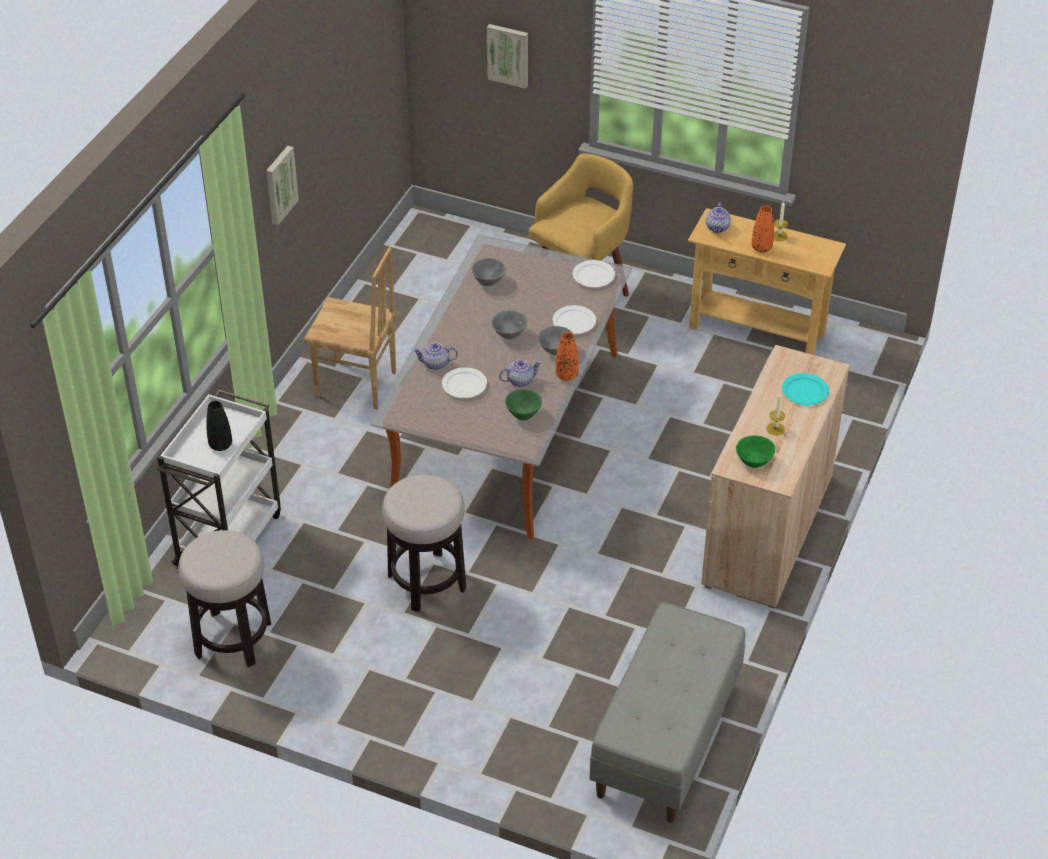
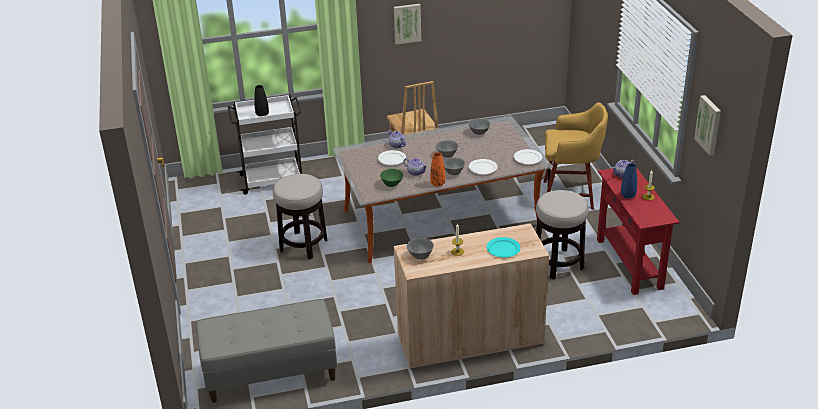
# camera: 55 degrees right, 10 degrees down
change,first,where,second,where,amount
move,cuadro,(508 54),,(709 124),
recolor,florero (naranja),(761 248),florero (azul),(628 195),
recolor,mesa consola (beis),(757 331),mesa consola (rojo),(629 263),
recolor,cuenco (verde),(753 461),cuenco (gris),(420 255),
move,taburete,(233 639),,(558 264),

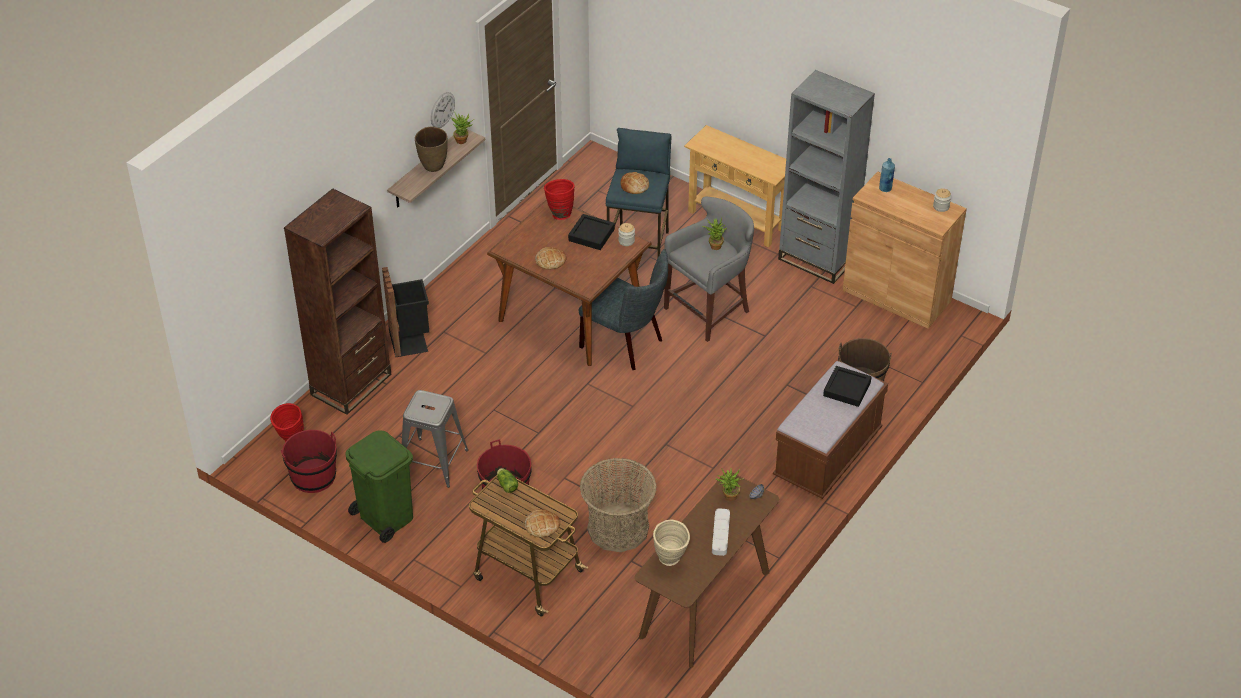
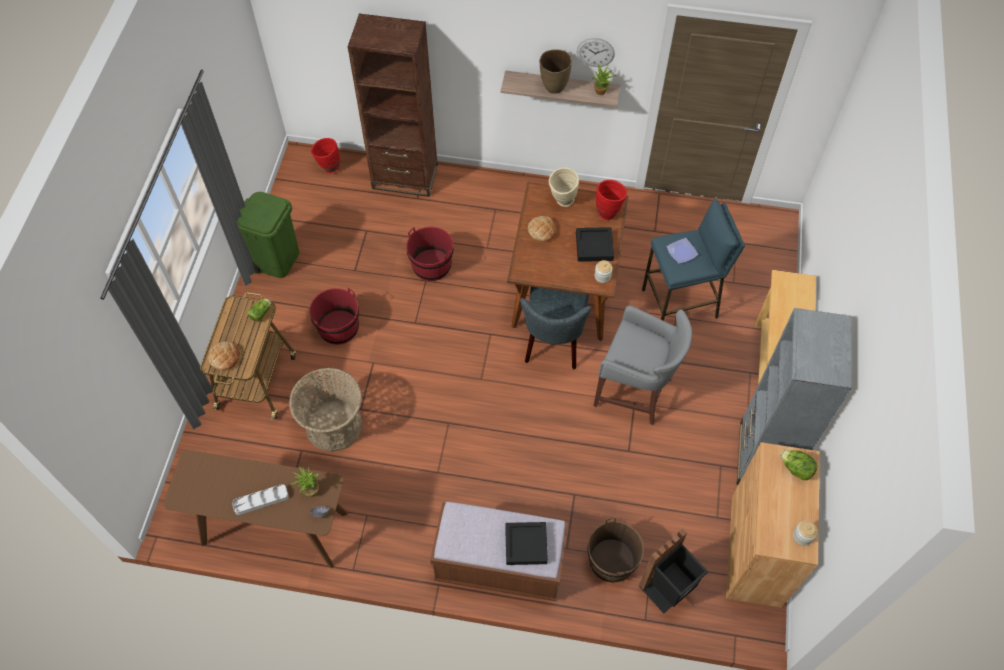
# camera: 65 degrees right, 15 degrees up
change,first,where,second,where,amount
replace,botella (azul),(885 188),lechuga,(795 469),
replace,pan,(634 186),plato,(681 252),
delete,planta en maceta,(714 245),,,
move,papelera (negro),(410 341),,(668 588),
delete,taburete (gris),(434 462),,,
move,cubo (rojo),(313 476),,(431 265),
move,florero (beis),(671 561),,(562 202),

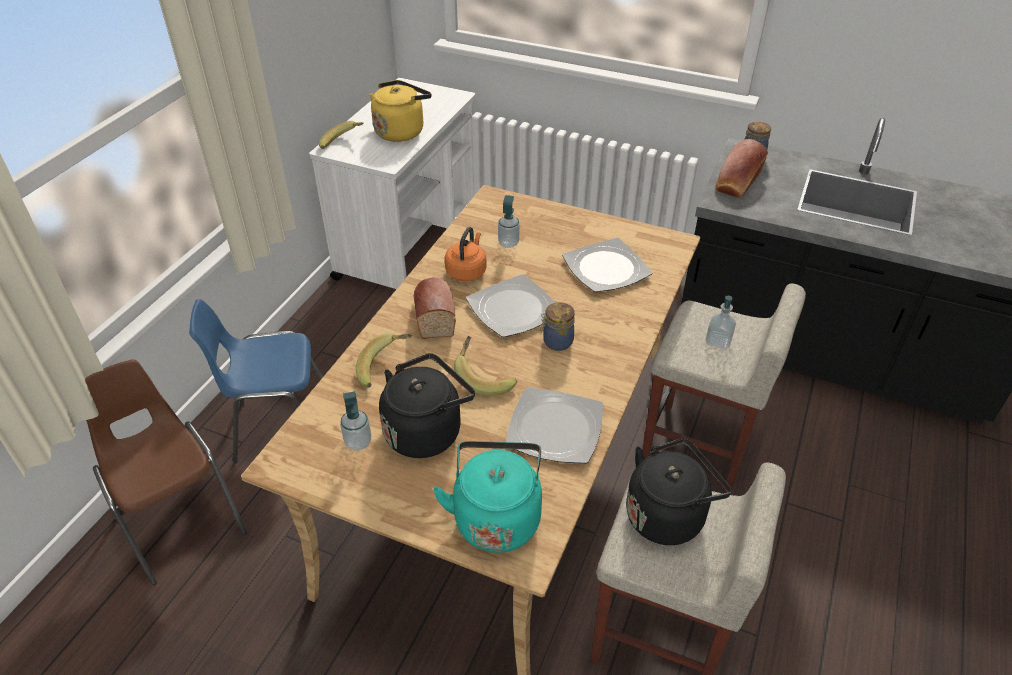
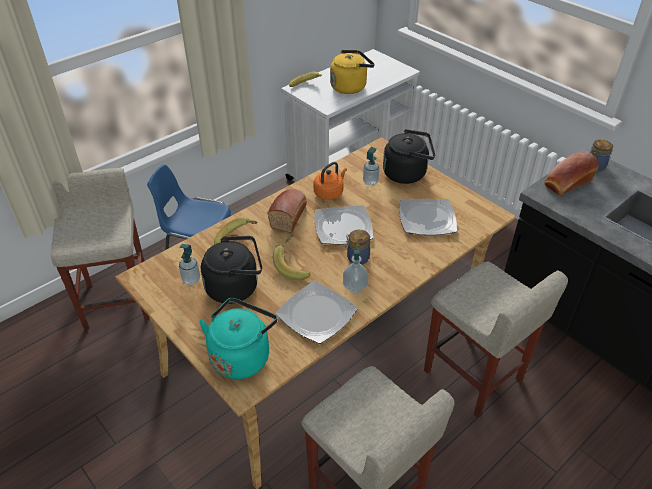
# camera: 25 degrees right, 0 degrees up
change,first,where,second,where,amount
move,dispensador de jabón,(718 341),,(355 286),
replace,silla (marrón),(180 520),taburete (beis),(117 300),
move,hervidor (negro),(668 514),,(407 173),

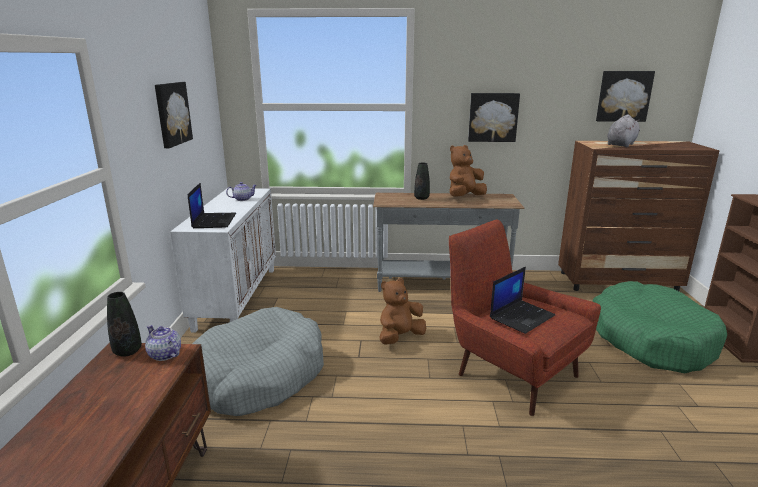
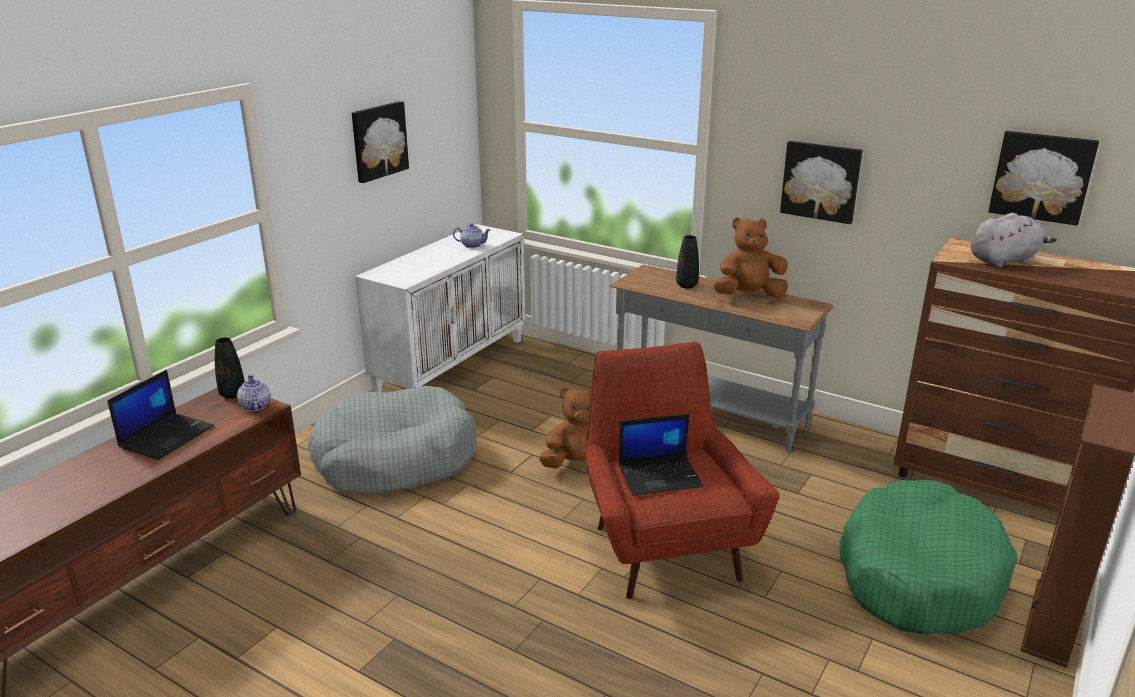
# camera: 30 degrees right, 5 degrees up
change,first,where,second,where,amount
move,portátil,(214 220),,(167 436),

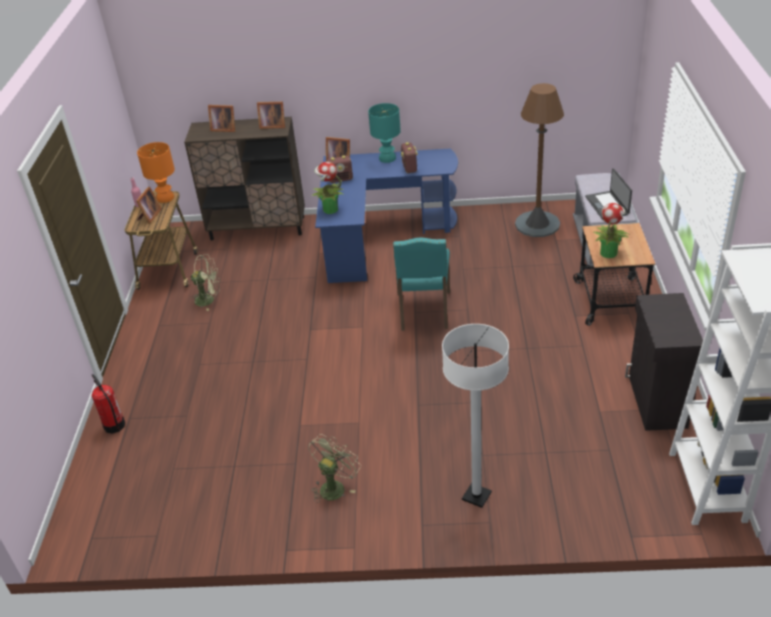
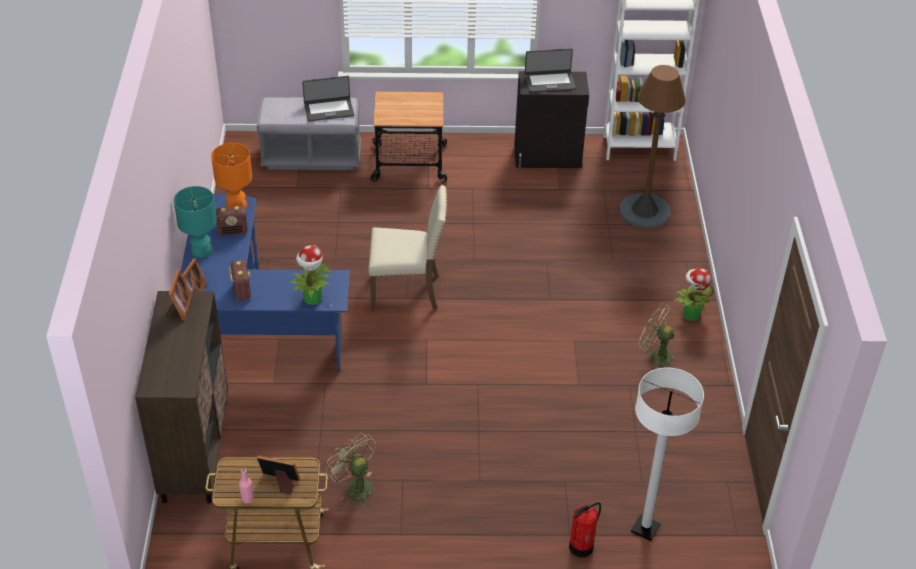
# camera: 95 degrees left, 5 degrees up
change,first,where,second,where,amount
move,lámpara de pie (marrón),(537 224),,(644 211),
delete,portarretratos,(223 128),,,
move,lámpara de mesa (naranja),(166 198),,(236 205),
move,planta en maceta,(608 252),,(690 314),
recolor,silla (turquesa),(424 311),silla (beis),(407 291),
rotate,ventilador (verde),(209 300),,(355 486),45 degrees counterclockwise
move,lámpara de pie (blanco),(476 496),,(645 528),
insert,,,portátil,(549 82),

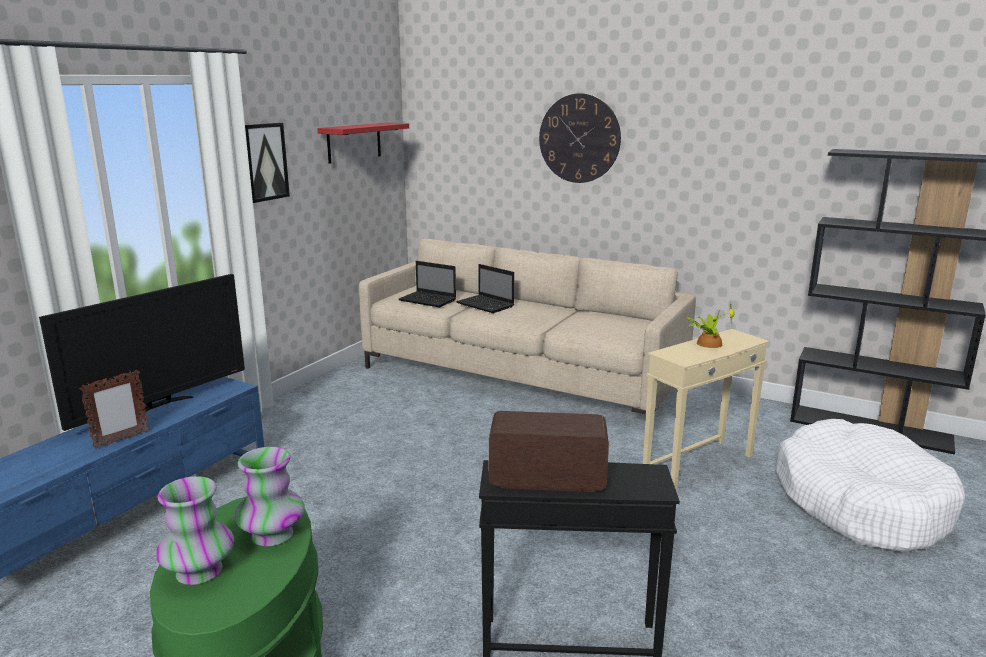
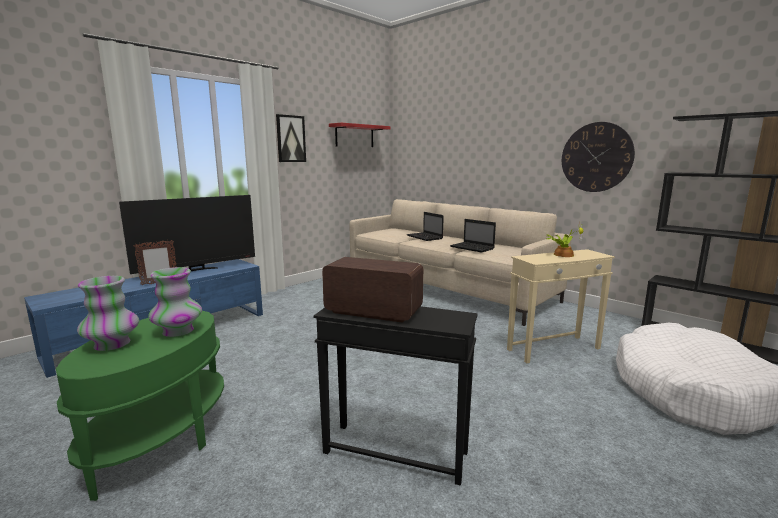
# camera: 15 degrees right, 5 degrees down
change,first,where,second,where,amount
move,reloj de pared,(579 138),,(596 157),
move,portátil,(428 300),,(473 248),

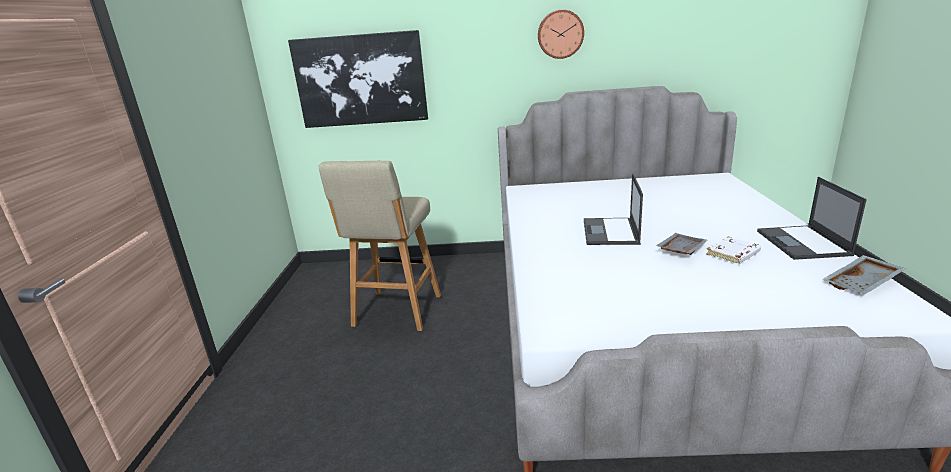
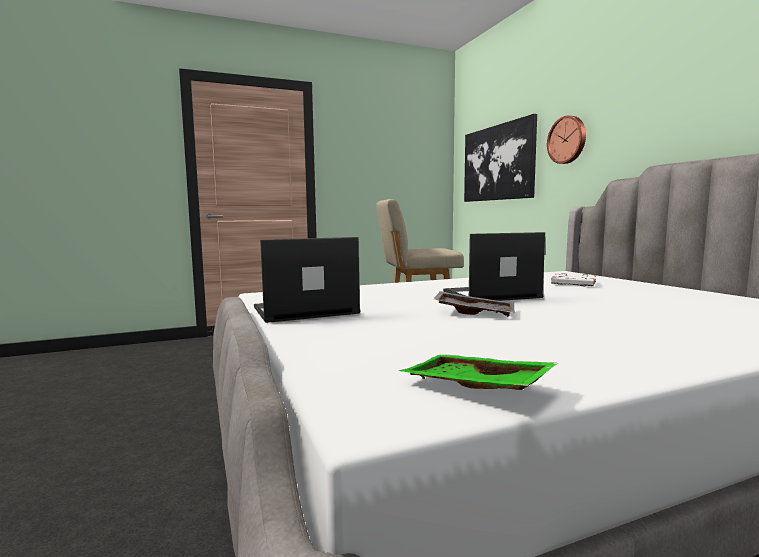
# camera: 65 degrees right, 15 degrees down
change,first,where,second,where,amount
move,reloj de pared,(560 34),,(567 140),
move,portátil,(803 243),,(304 311),
move,libro (blanco),(733 254),,(572 284),
recolor,bandeja (gris),(863 283),bandeja (verde),(474 388),

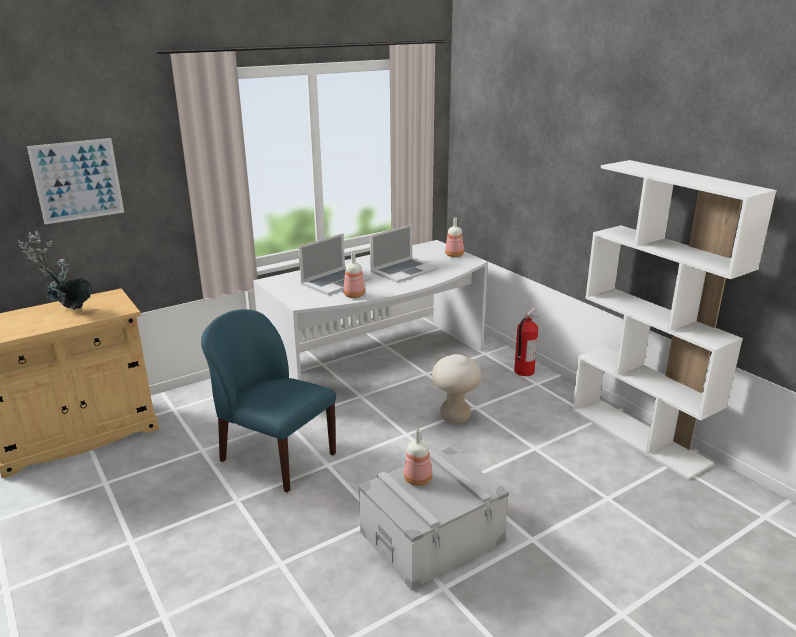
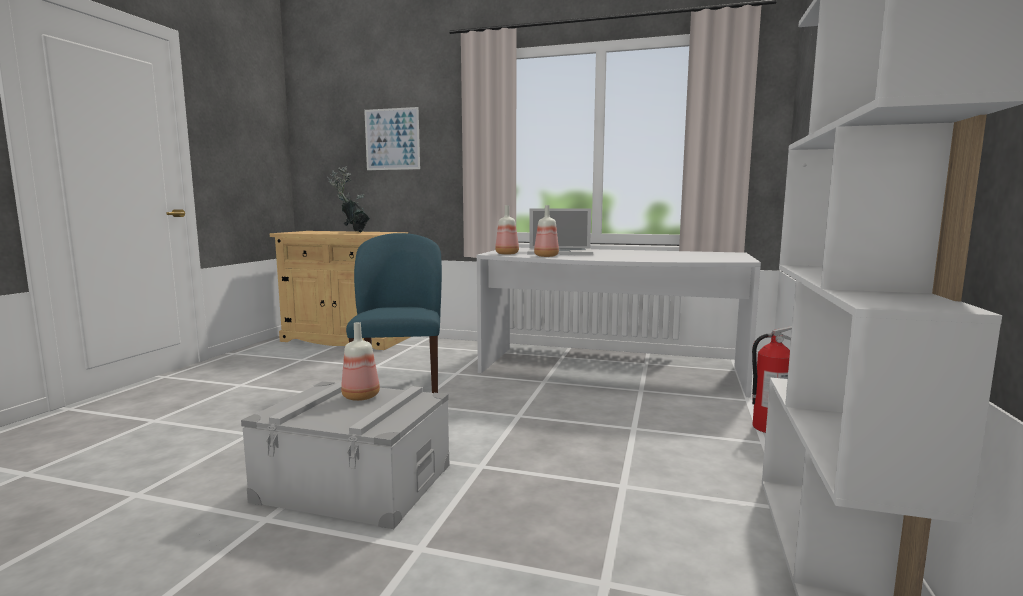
# camera: 50 degrees right, 15 degrees down
change,first,where,second,where,amount
move,botella,(454 255),,(507 254),
delete,portátil,(404 270),,,
delete,taburete (beis),(455 417),,,

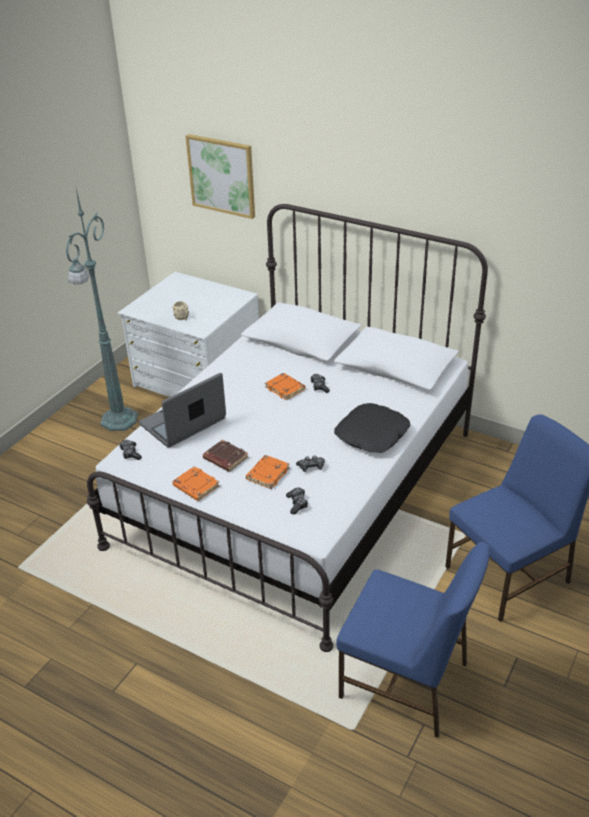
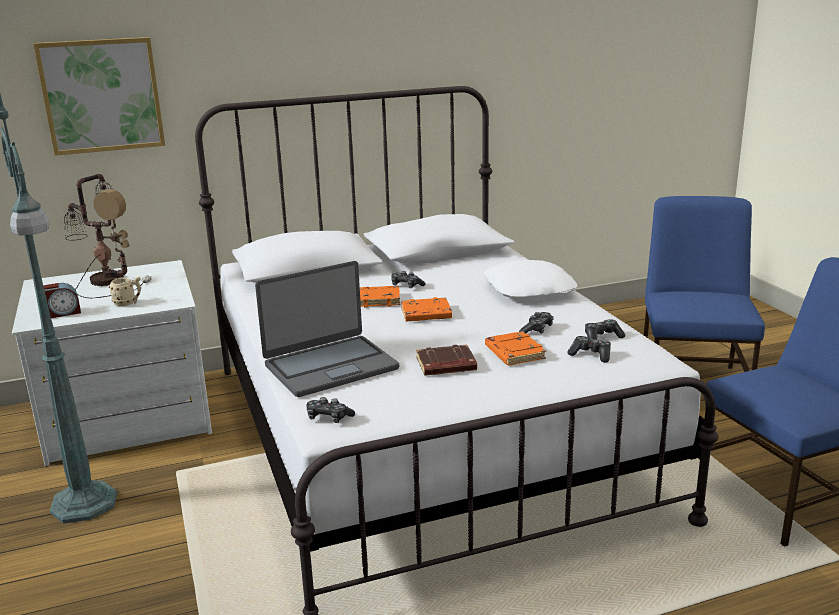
# camera: 50 degrees left, 15 degrees down
change,first,where,second,where,amount
rotate,portátil,(183 422),,(330 366),120 degrees counterclockwise
recolor,cojín (negro),(372 435),cojín (blanco),(530 290),
move,libro (naranja),(195 486),,(425 314),
insert,,,lámpara de mesa,(106 280),
insert,,,despertador,(62 313),
insert,,,mando de consola,(602 337),

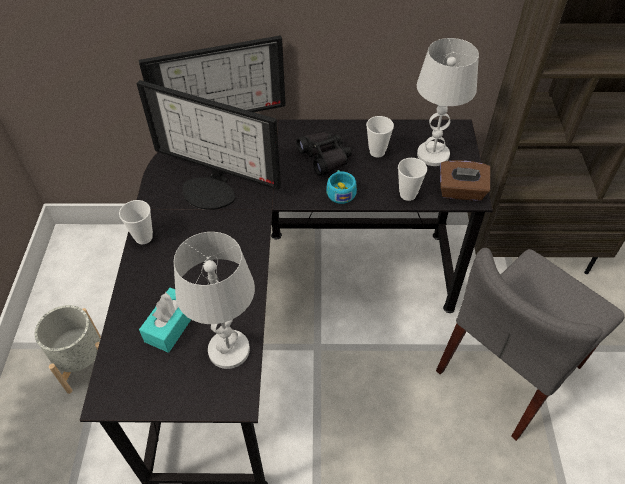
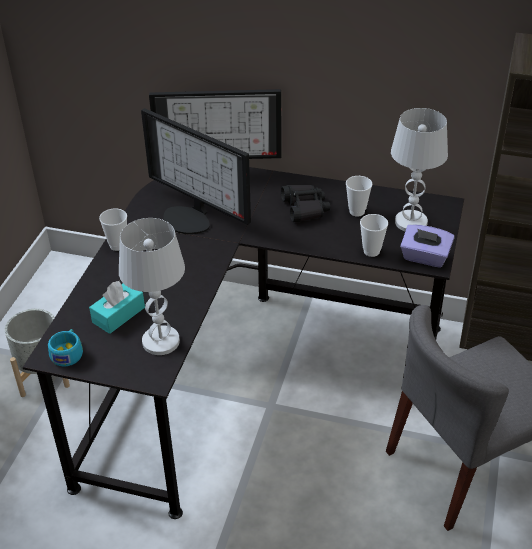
# camera: 15 degrees right, 10 degrees down
change,first,where,second,where,amount
recolor,caja de pañuelos (marrón),(461 192),caja de pañuelos (morado),(424 257),
move,taza (turquesa),(340 191),,(68 353),

